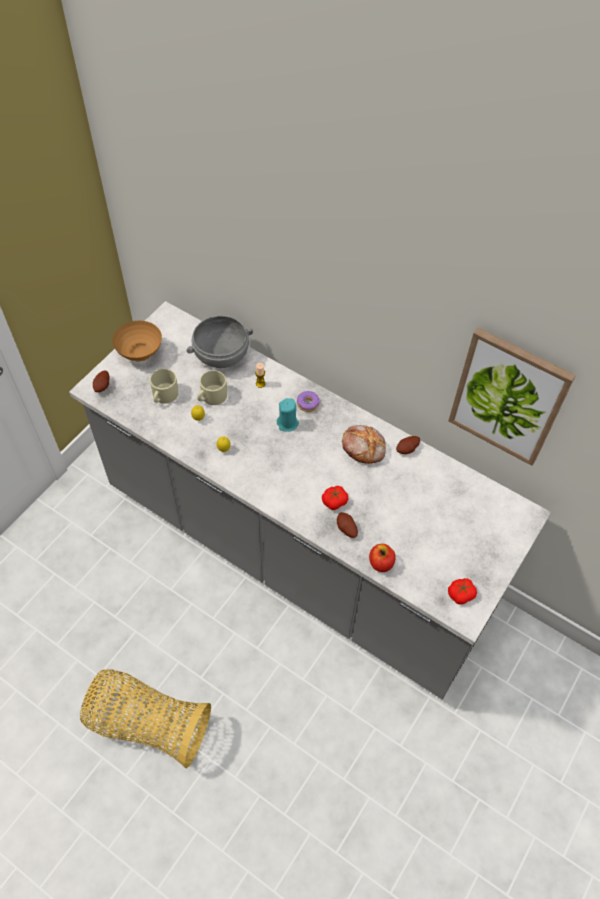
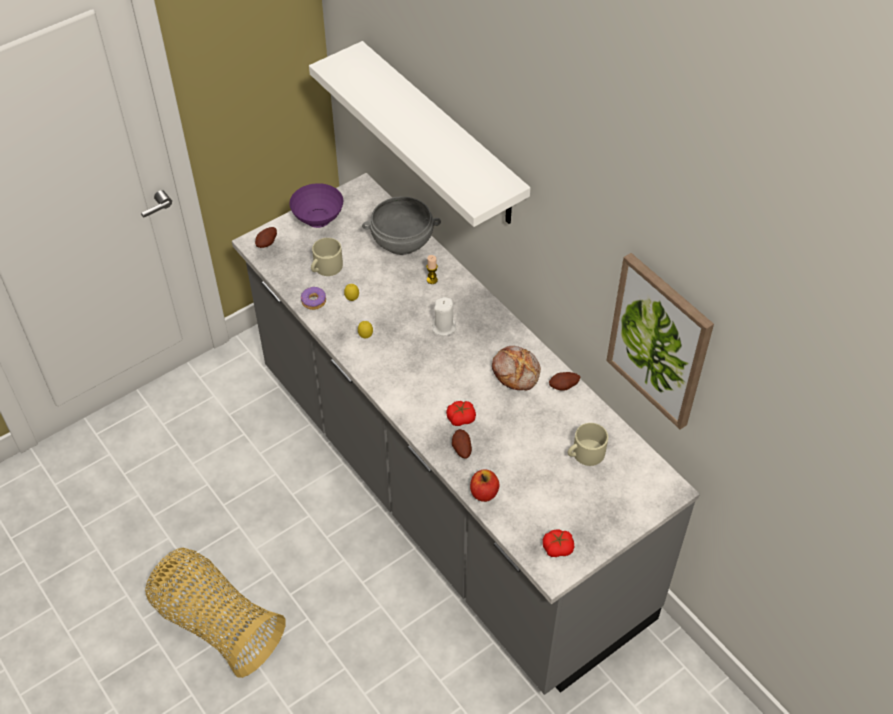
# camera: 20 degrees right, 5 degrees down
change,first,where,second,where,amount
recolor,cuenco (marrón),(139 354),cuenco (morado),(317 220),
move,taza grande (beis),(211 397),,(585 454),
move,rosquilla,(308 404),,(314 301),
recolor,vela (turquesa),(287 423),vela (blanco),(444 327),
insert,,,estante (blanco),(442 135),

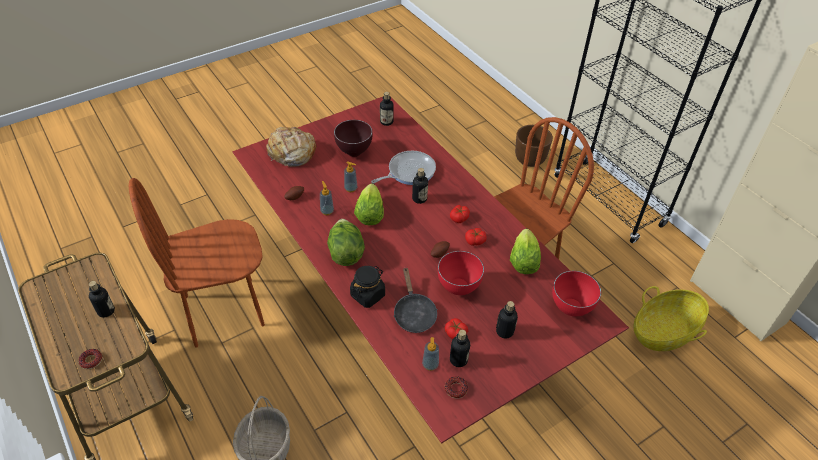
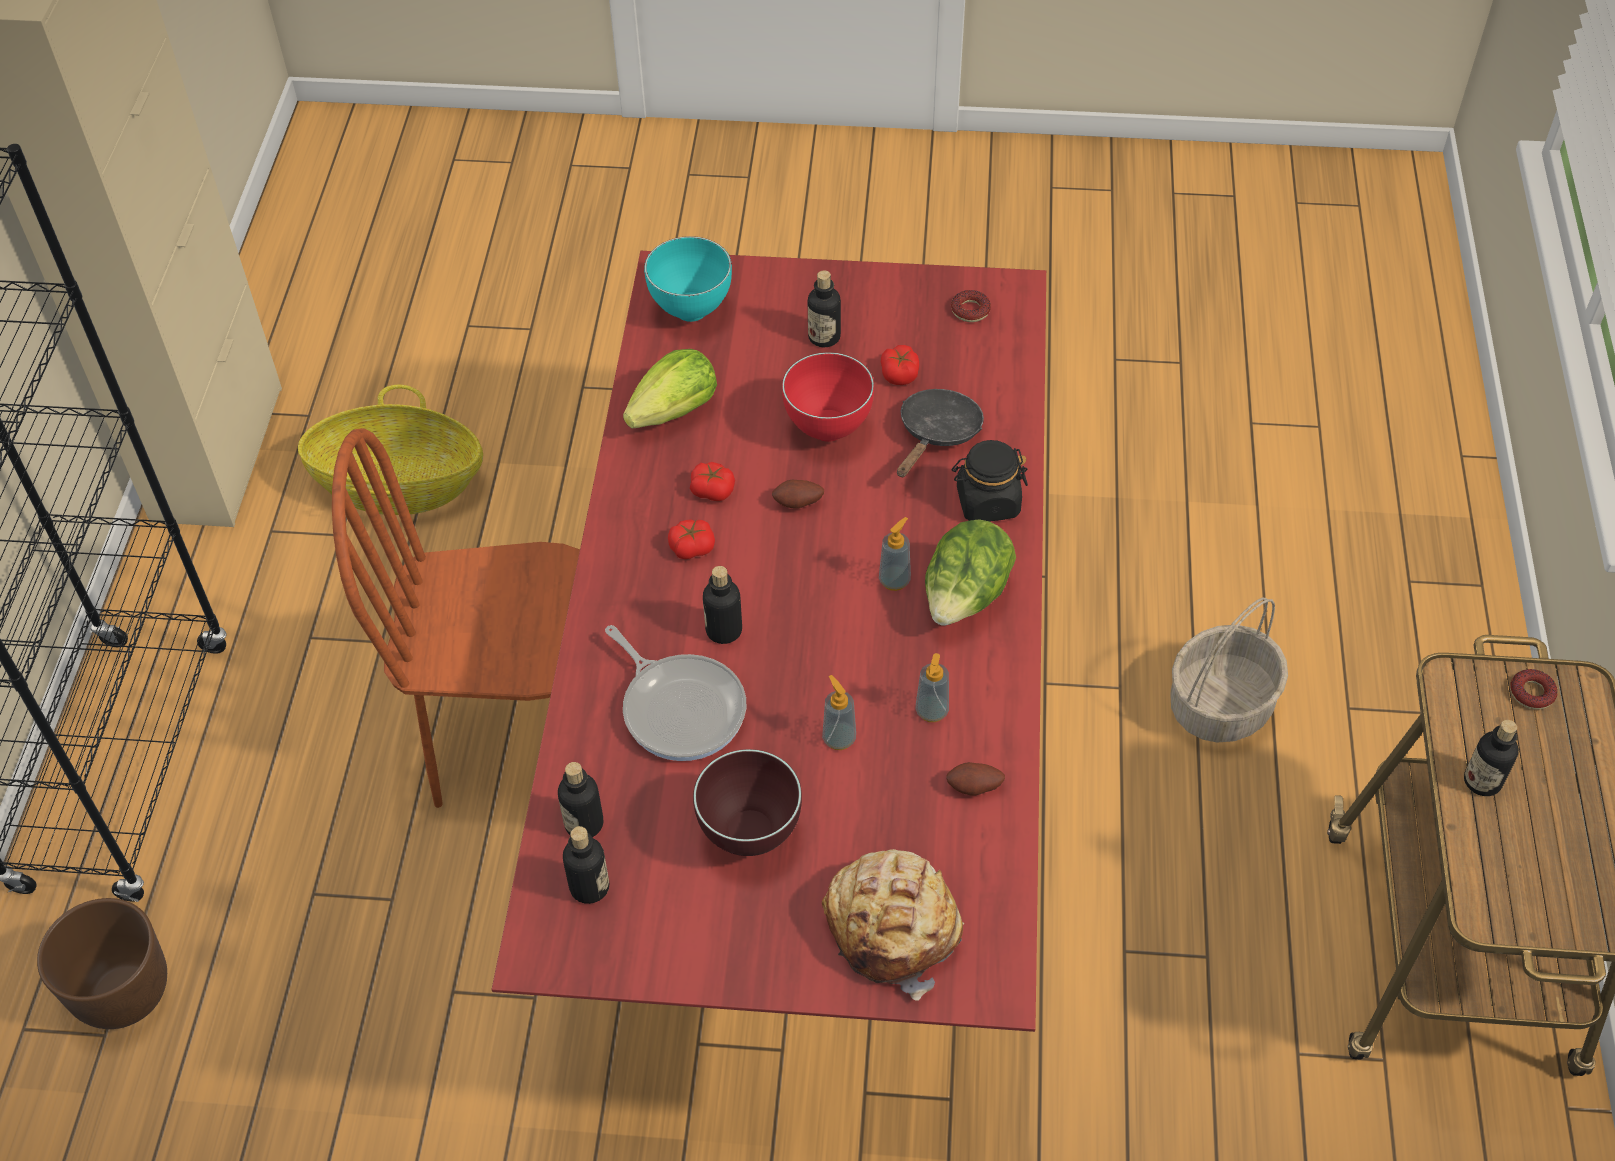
# camera: 140 degrees left, 5 degrees up
change,first,where,second,where,amount
rotate,sartén,(409 171),,(680 708),135 degrees counterclockwise
delete,silla (marrón),(224 311),,,
delete,lechuga,(369 215),,,
recolor,cuenco (rojo),(569 310),cuenco (turquesa),(693 311),
move,botella,(458 360),,(584 824),
move,dispensador de jabón,(430 365),,(894 580),

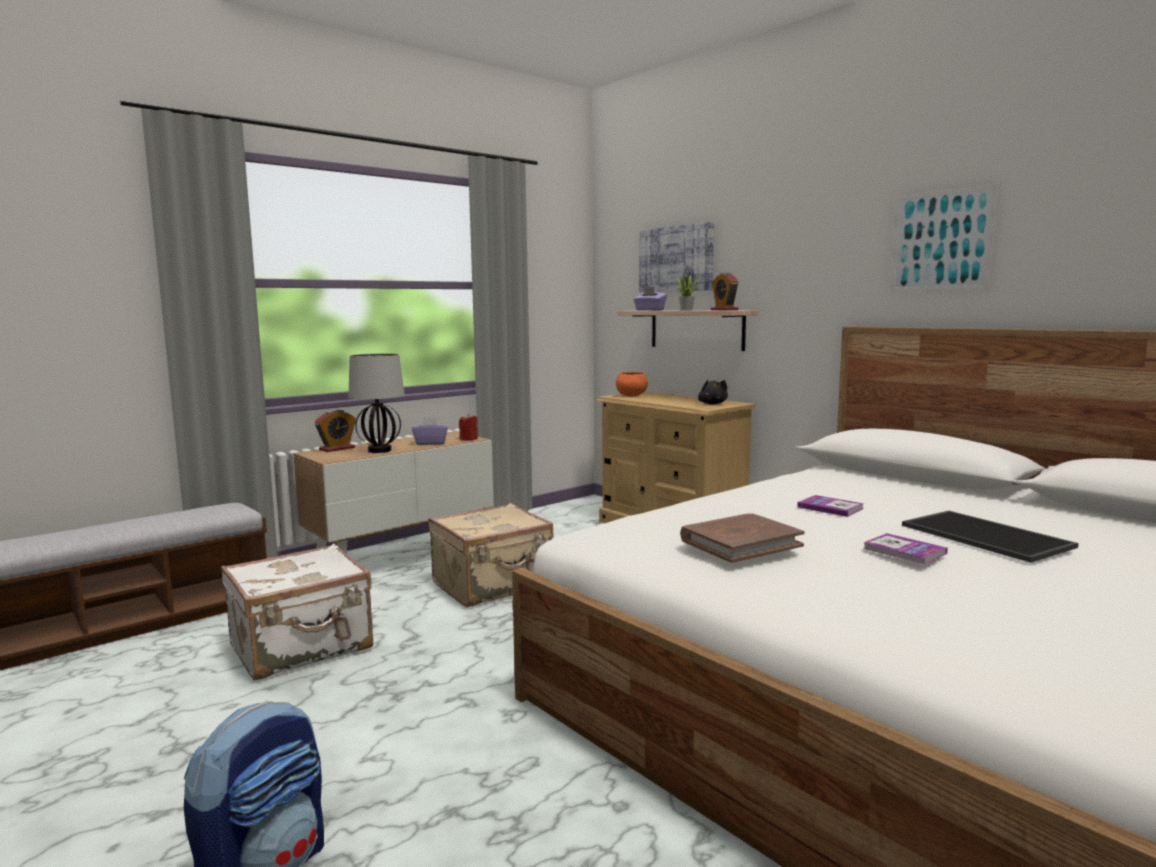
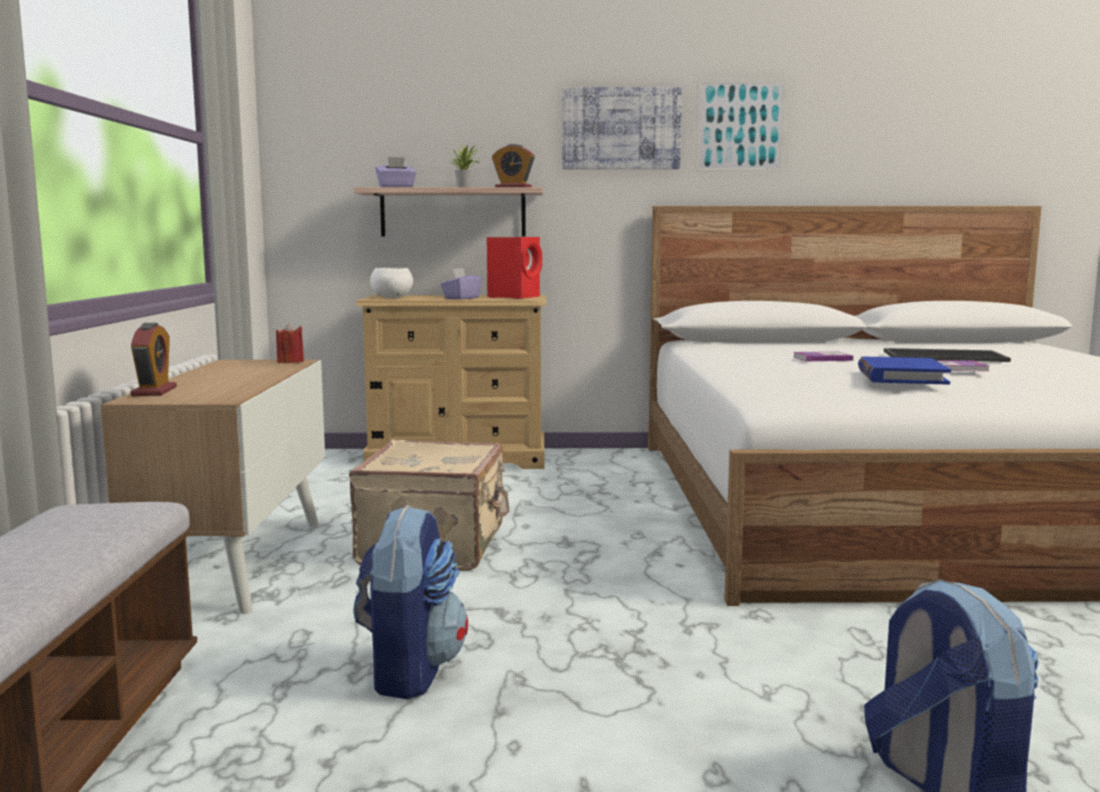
# camera: 50 degrees left, 0 degrees up
change,first,where,second,where,amount
move,cuadro,(676 259),,(621 128),
delete,lámpara de mesa,(380 450),,,
recolor,cuenco (naranja),(631 396),cuenco (blanco),(391 298),
replace,peluche (negro),(712 404),altavoz (rojo),(515 297),
move,caja de pañuelos (morado),(430 443),,(461 298),
recolor,libro (marrón),(740 543),libro (azul),(901 376),
replace,maleta (blanco),(302 647),mochila,(409 671),

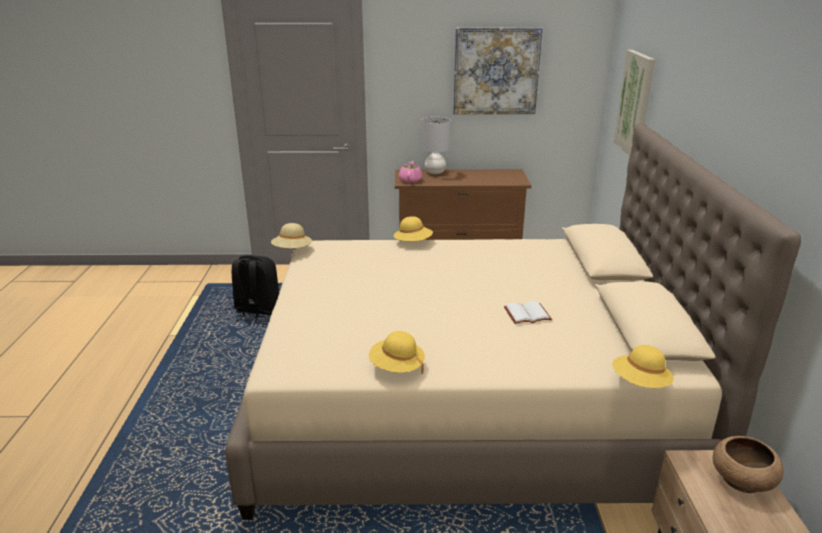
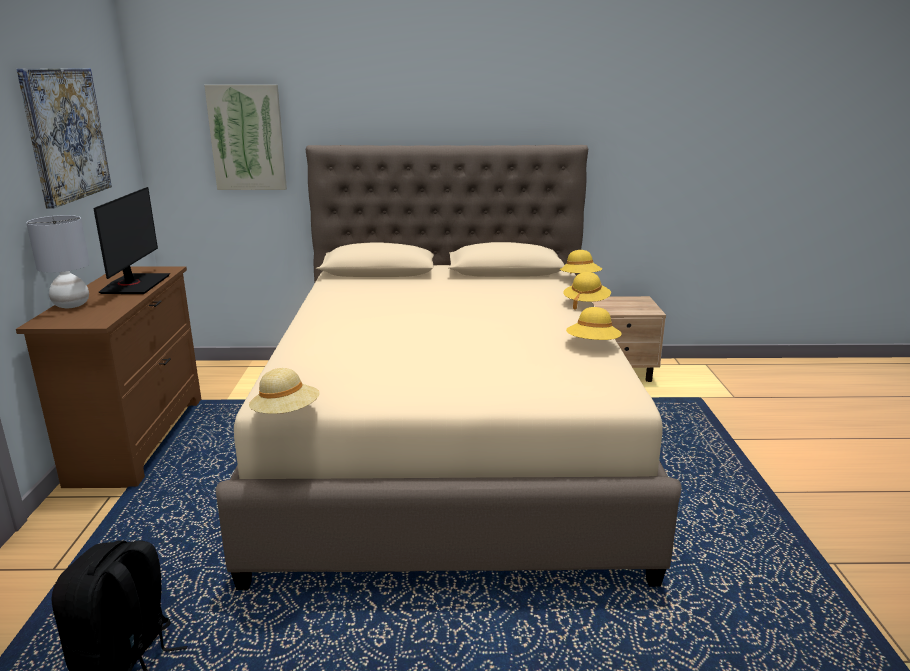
# camera: 90 degrees left, 5 degrees down
change,first,where,second,where,amount
delete,tetera (rosa),(410 180),,,
move,sombrero (amarillo),(413 243),,(586 303),
delete,libro (blanco),(527 314),,,
delete,cuenco (marrón),(741 480),,,
insert,,,monitor,(134 284),

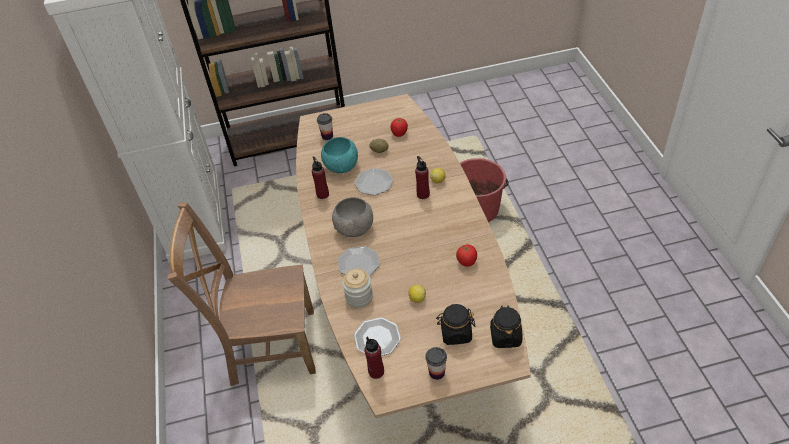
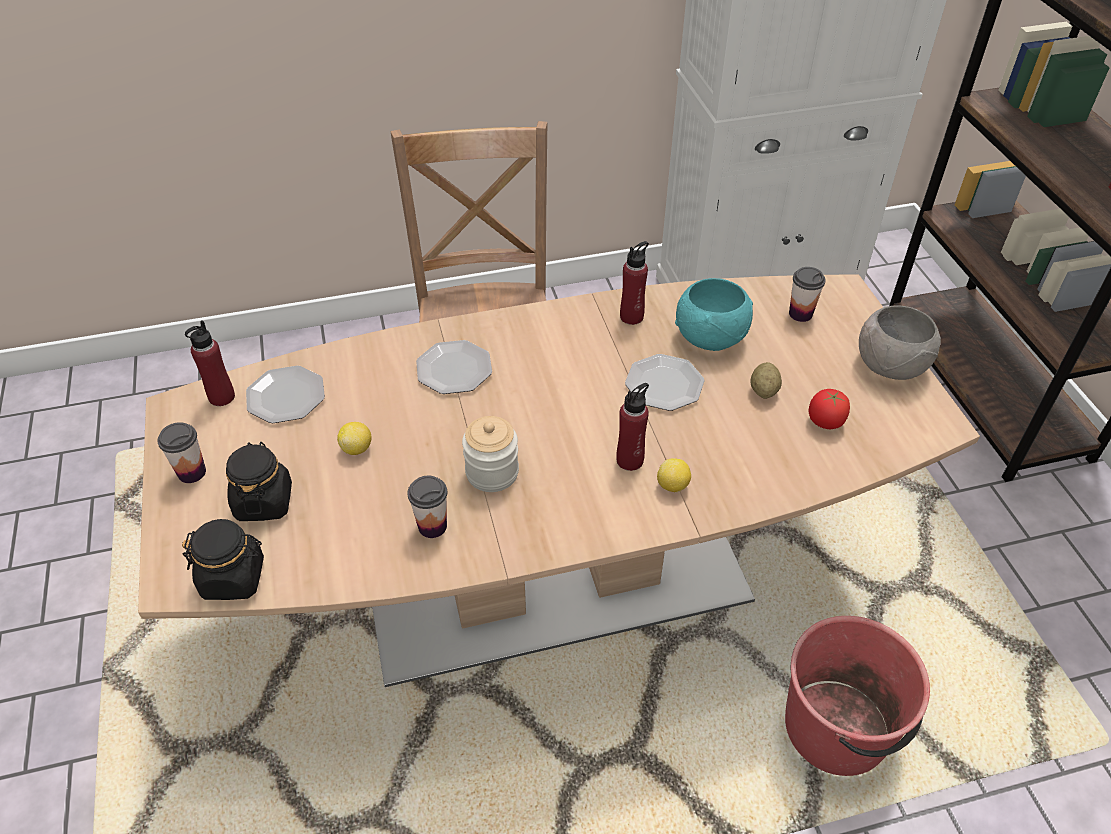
# camera: 85 degrees right, 0 degrees up
change,first,where,second,where,amount
move,cuenco (gris),(355 228),,(891 366),
replace,tomate,(467 261),taza,(432 526),
move,tarro,(359 297),,(492 472),

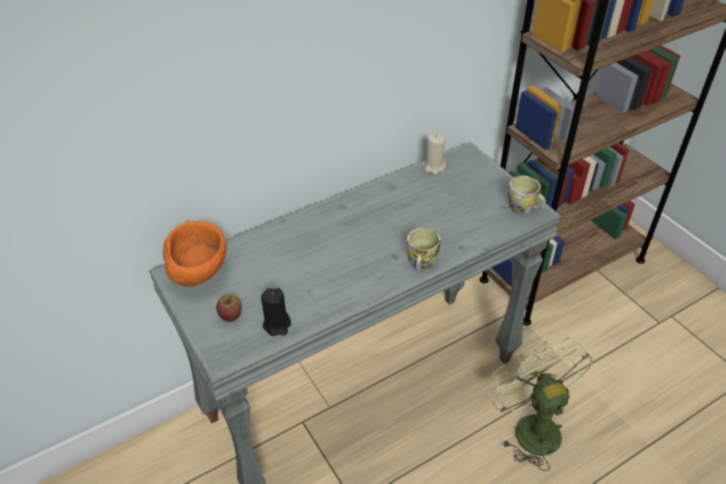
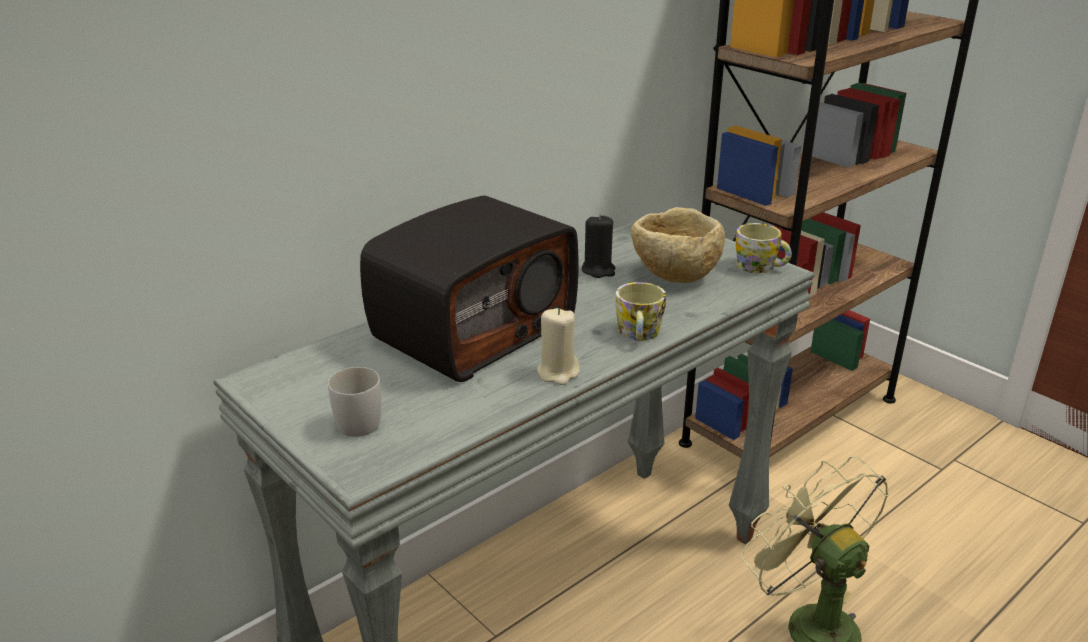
# camera: 10 degrees left, 15 degrees down
change,first,where,second,where,amount
move,vela (beis),(434 166),,(558 373),
delete,cuenco (naranja),(200 274),,,
move,vela (negro),(277 325),,(598 270),
replace,manzana,(230 315),taza grande (blanco),(361 419),
insert,,,radio,(473 330),
insert,,,cuenco (beis),(674 276),

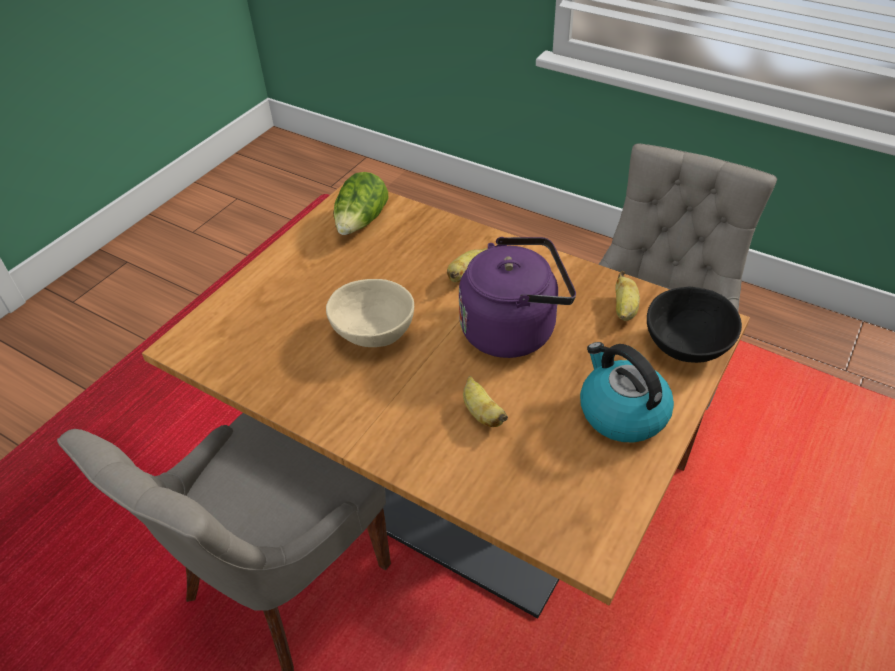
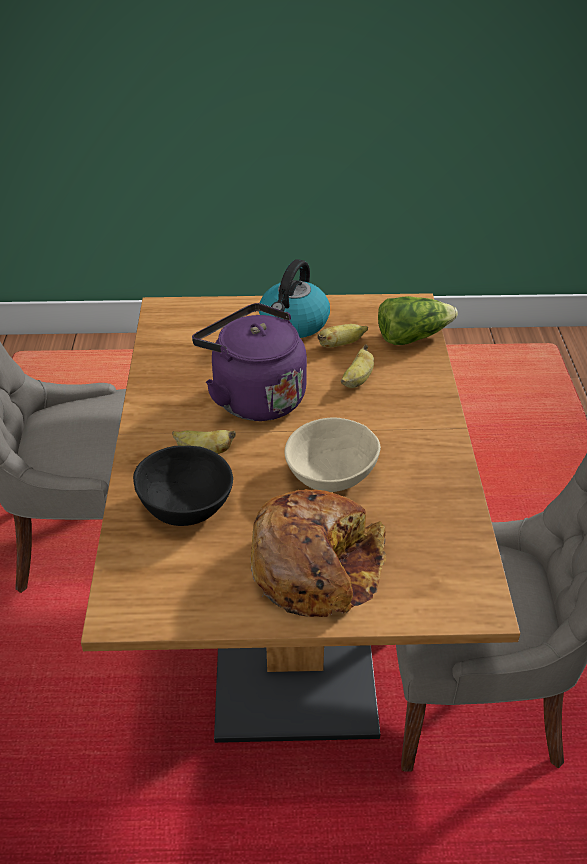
# camera: 125 degrees left, 5 degrees down
change,first,where,second,where,amount
move,lechuga,(361 222),,(412 336),
move,plátano,(624 309),,(340 344),
move,cuenco (negro),(686 343),,(184 507),
insert,,,pan,(316 566),

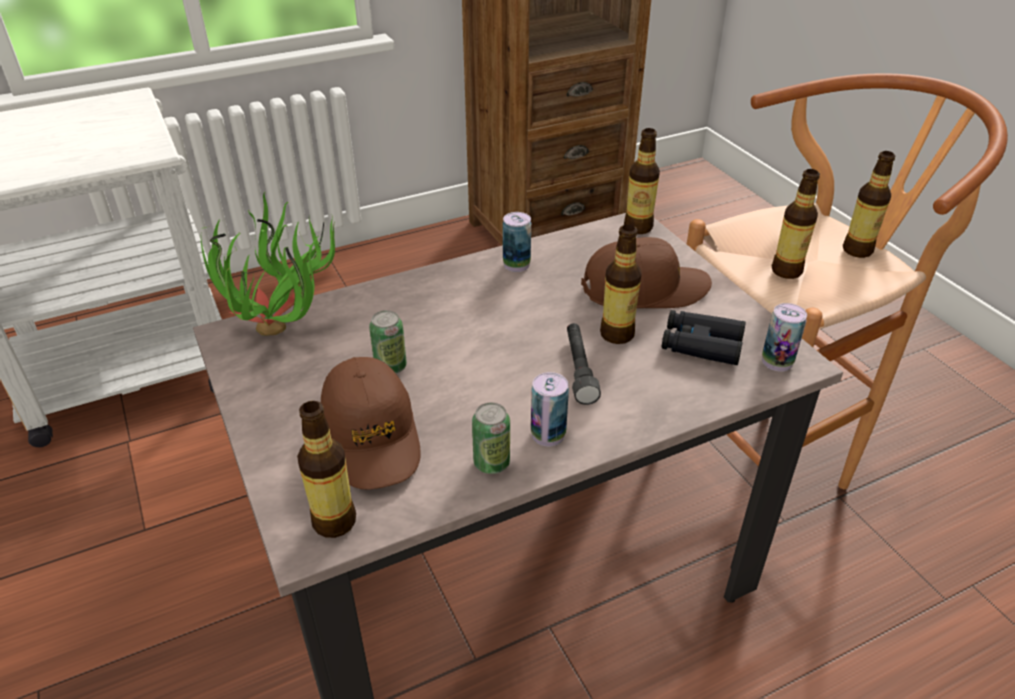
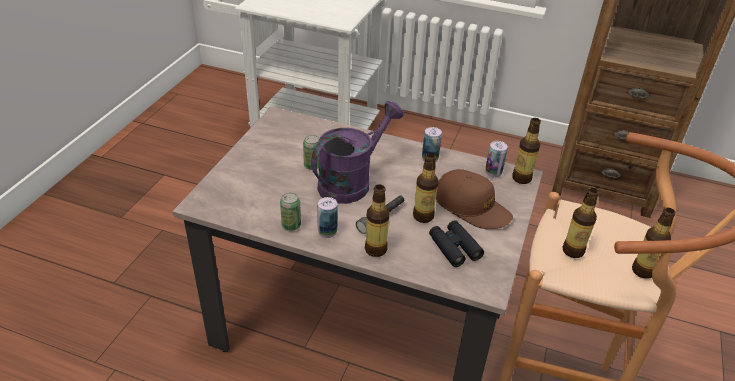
# camera: 45 degrees right, 0 degrees up
change,first,where,second,where,amount
delete,planta en maceta,(286 338),,,
move,lata,(777 361),,(493 172),
delete,gorra (marrón),(371 435),,,
move,botella,(334 521),,(375 249),
insert,,,regadera (morado),(351 181),

